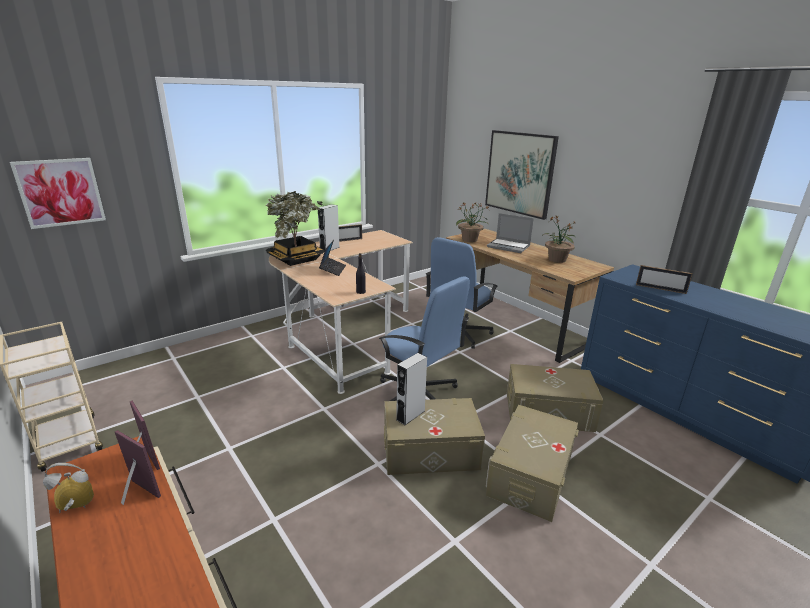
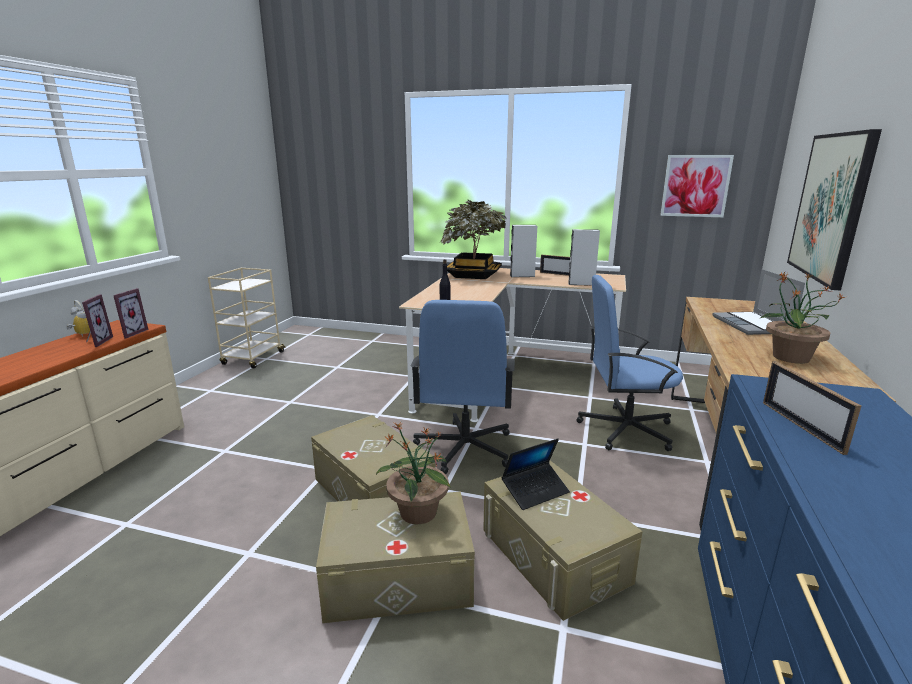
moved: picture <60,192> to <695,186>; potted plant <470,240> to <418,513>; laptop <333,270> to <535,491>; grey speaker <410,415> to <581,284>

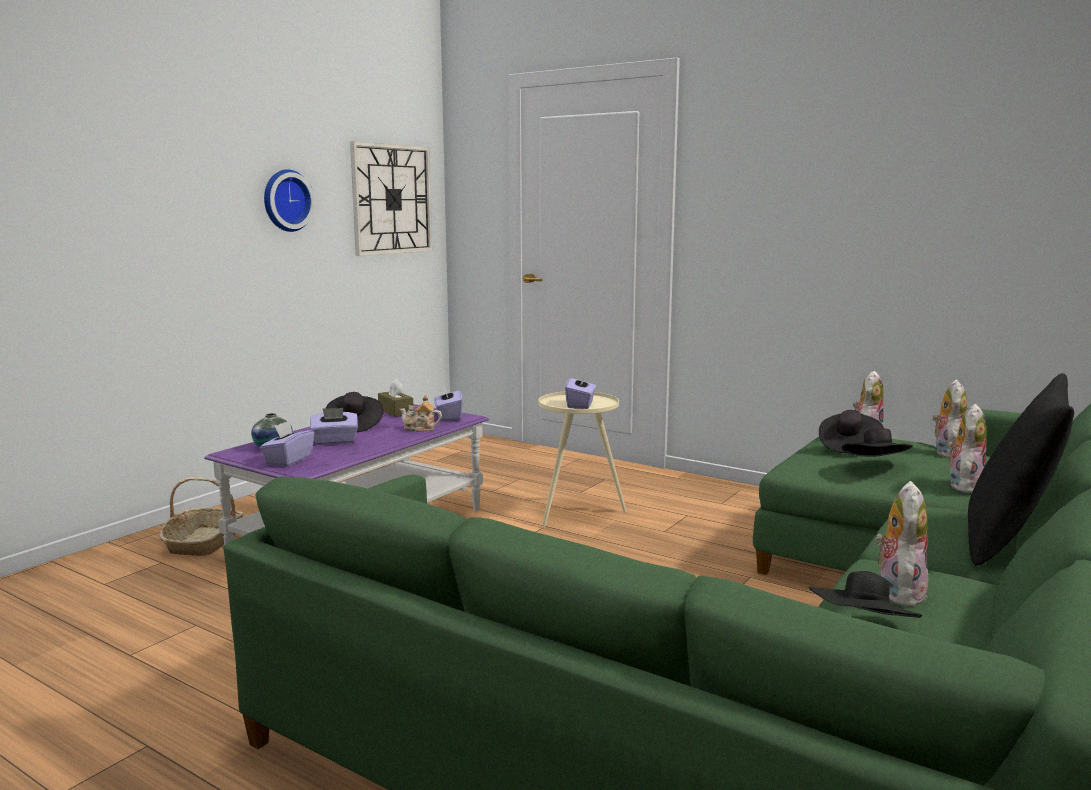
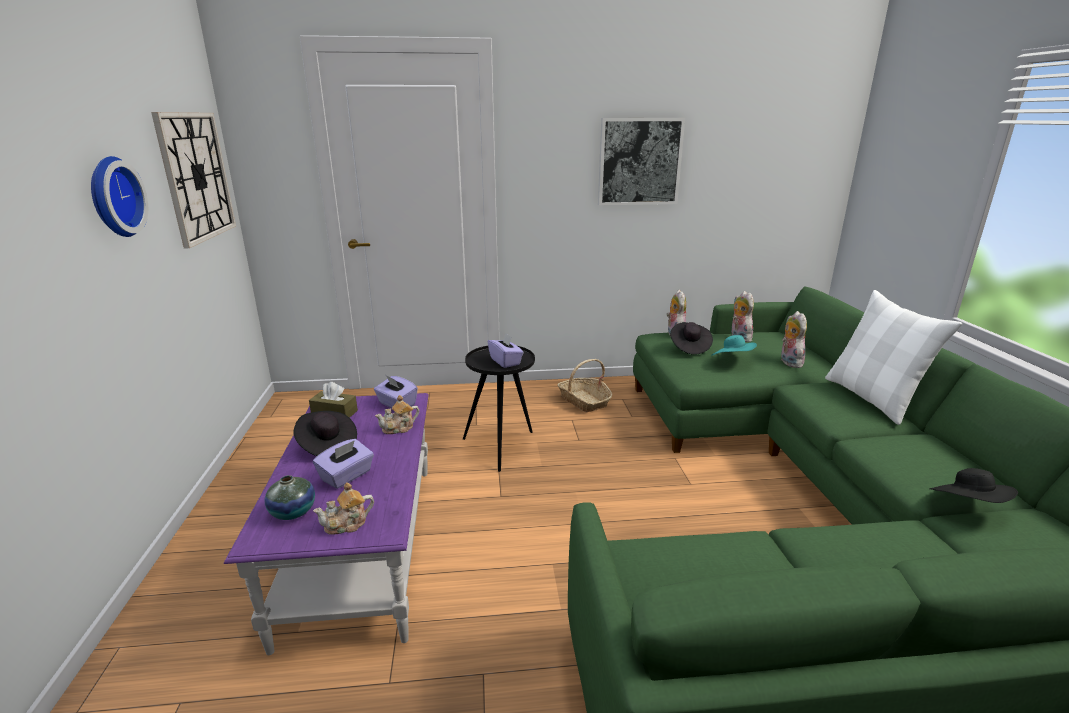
removed: plush toy <898,592>
added: picture <639,162>
moved: basket <204,542> to <584,401>
replaced: purple tissue box <288,461> to teapot <347,524>
recoloured: black pillow <1007,540> to white pillow <872,398>; beige side table <577,513> to black side table <502,446>; black hat <876,465> to turquoise hat <732,360>

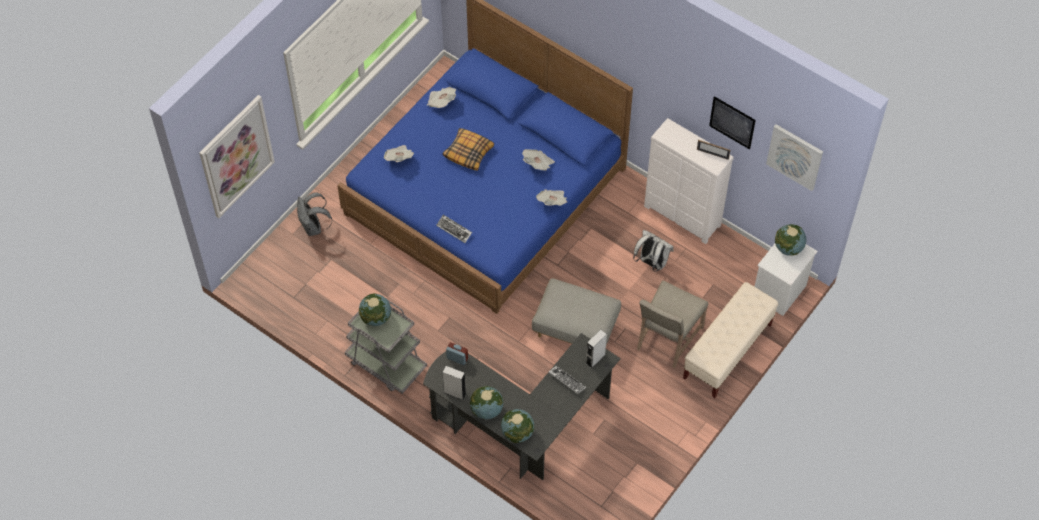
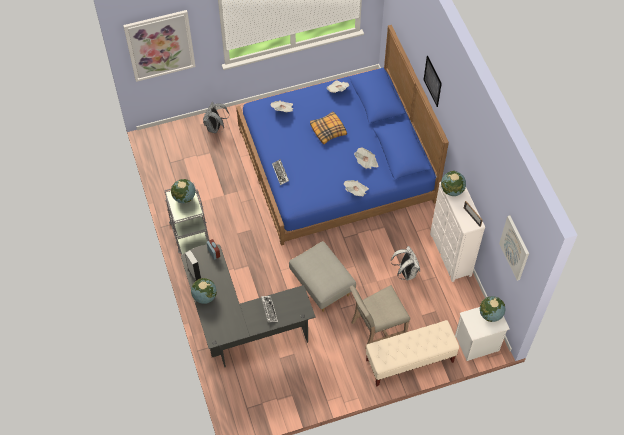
removed: grey speaker <595,359>
moved: picture <732,122> to <432,81>; globe <517,433> to <452,190>

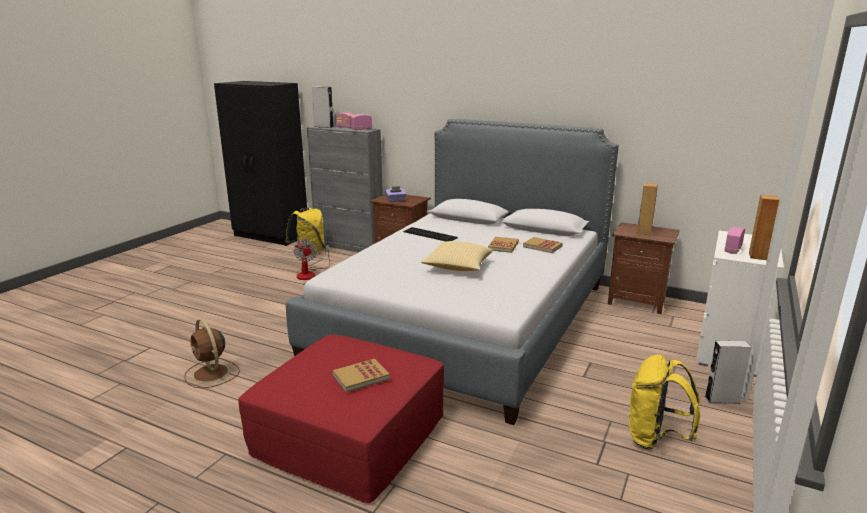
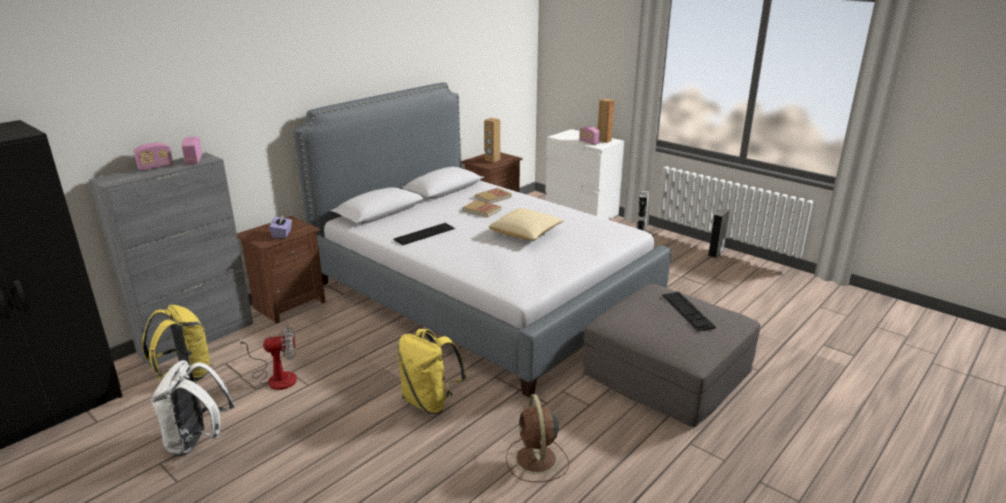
added: white backpack <198,441>
moved: grey speaker <324,126> to <715,253>; yellow backpack <655,439> to <430,402>
replaced: book <360,377> to keyboard <687,311>
recoloured: red ottoman <350,435> to grey ottoman <666,373>
turned: brown fan <211,374> = <536,460> 105 degrees clockwise

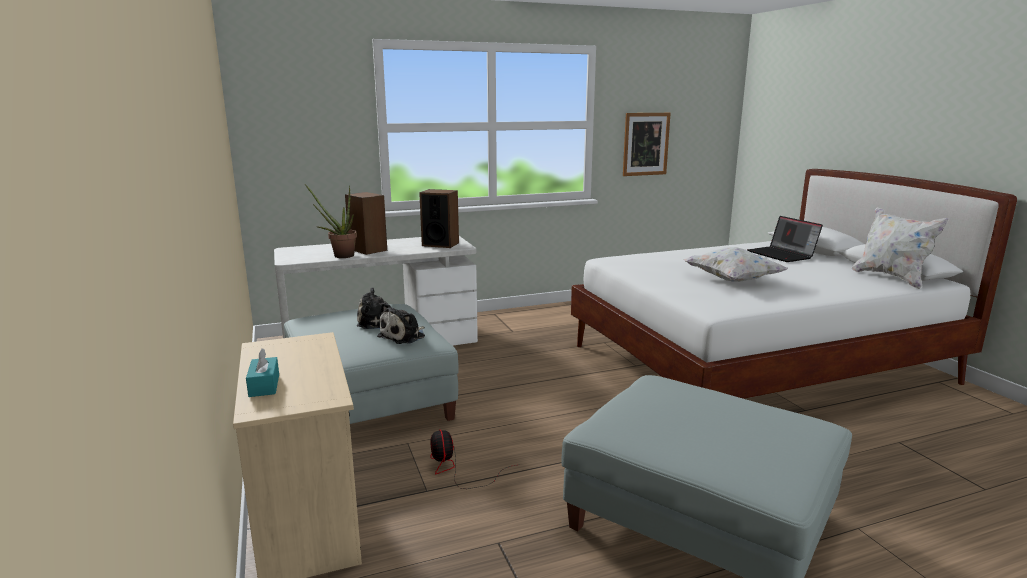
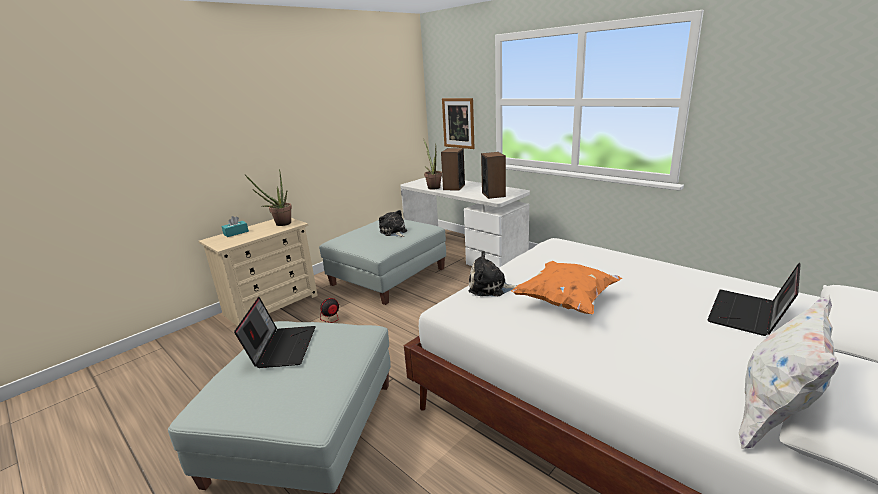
added: potted plant <280,224>; laptop <282,347>
moved: picture <645,144> to <458,123>; plush toy <404,336> to <490,287>
recoloured: white pillow <731,280> to orange pillow <566,301>

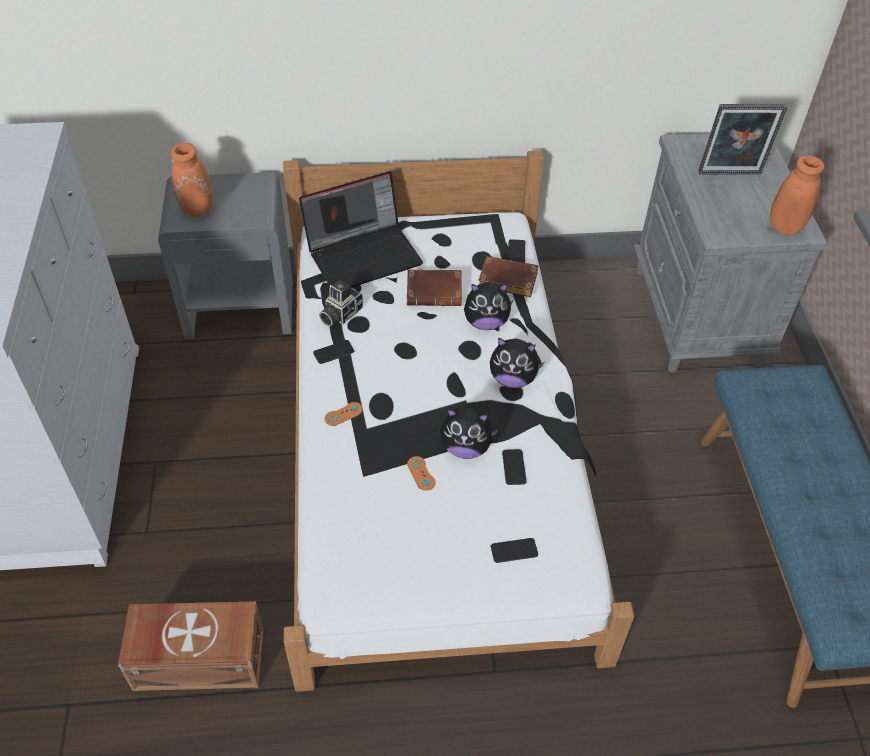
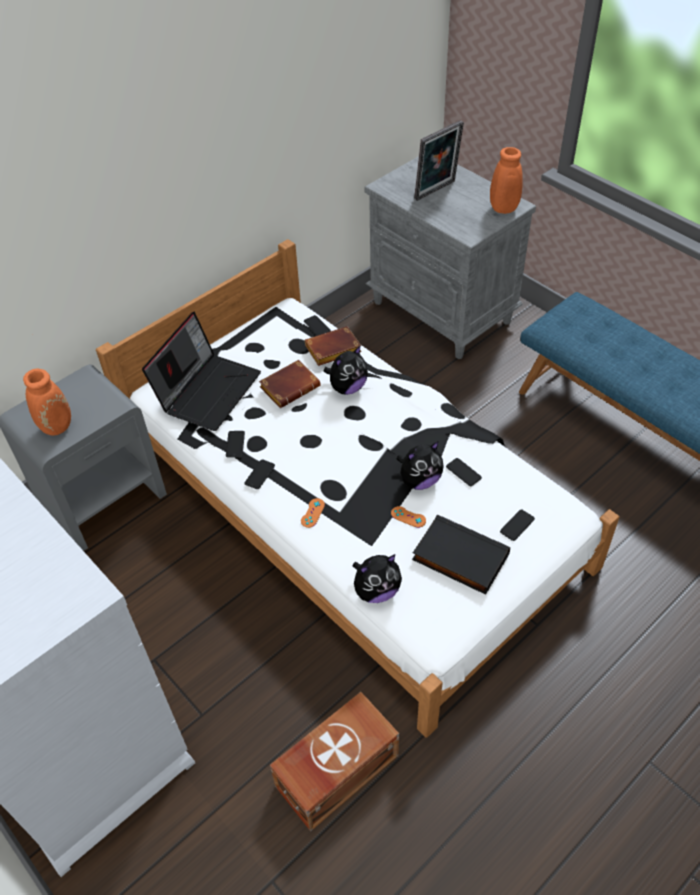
added: black book <459,558>
moved: plush toy <513,379> to <376,591>
replaced: photo camera <340,314> to phone <235,444>

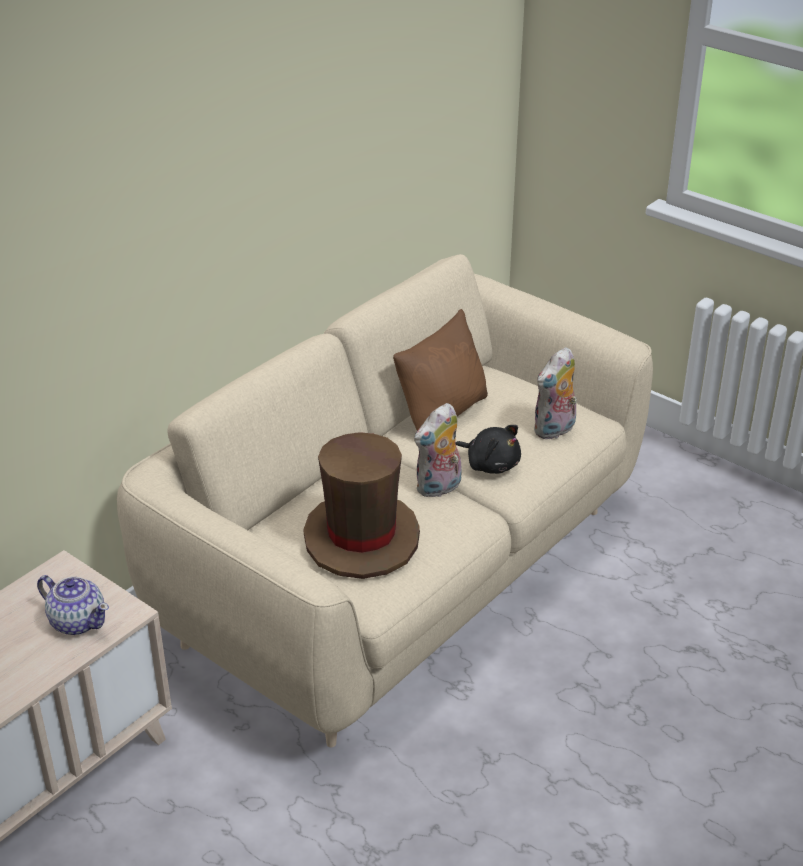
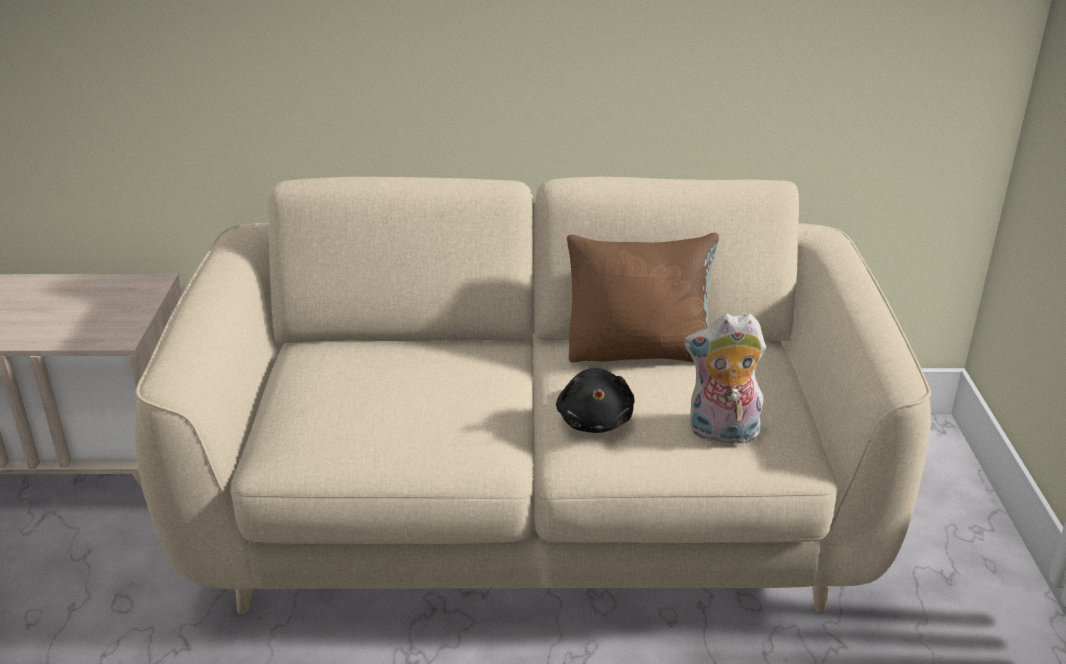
removed: plush toy <439,489>; brown hat <362,538>; teapot <77,621>

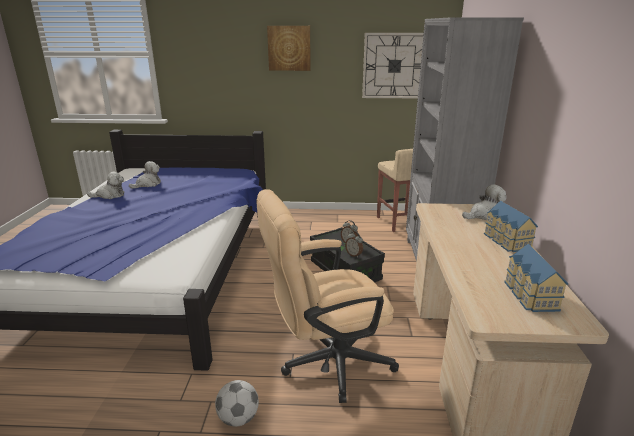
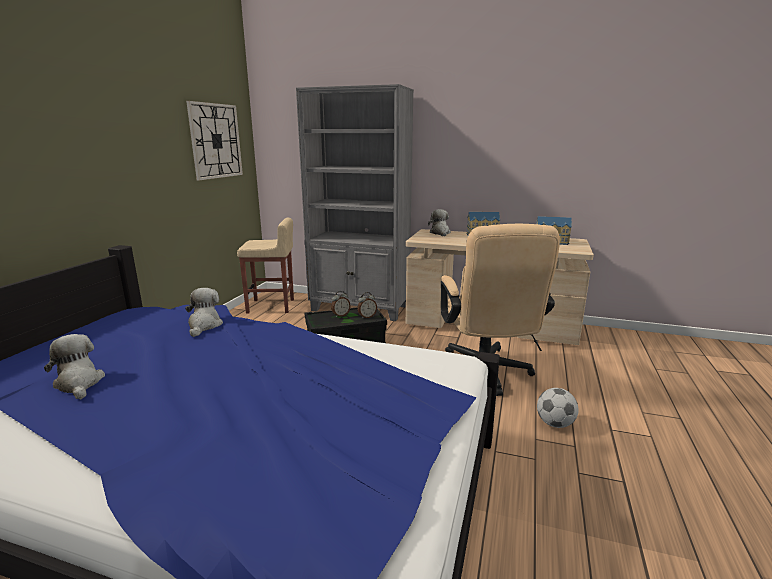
removed: picture <289,48>
moved: plush toy <110,195> to <204,325>

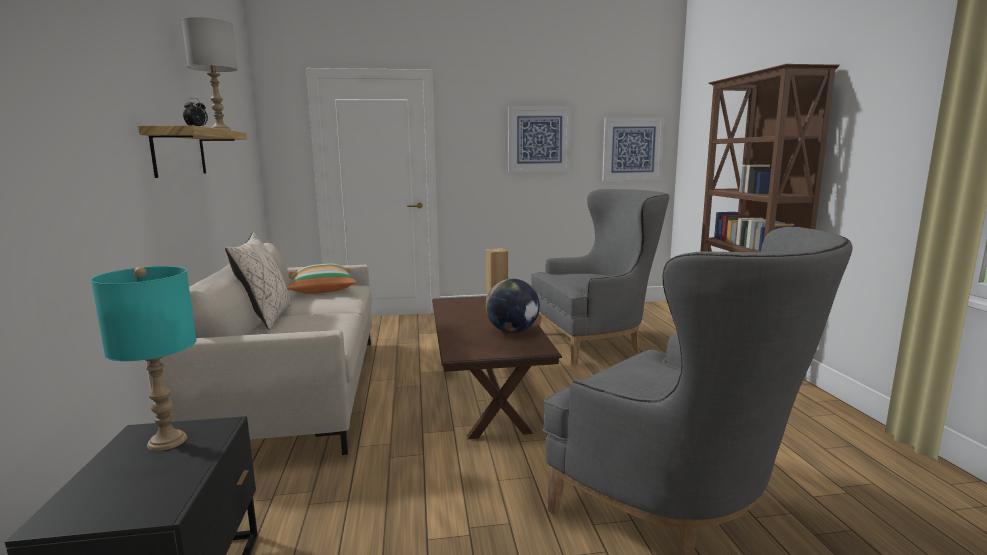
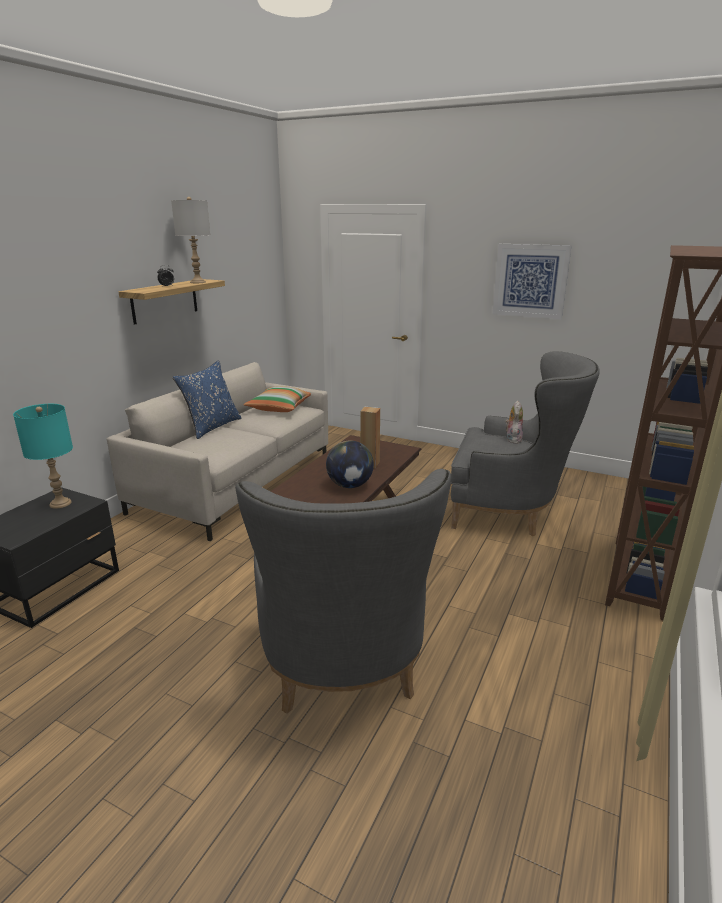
removed: picture <632,149>
added: plush toy <512,439>
recoloured: beige pillow <265,318> to blue pillow <211,427>

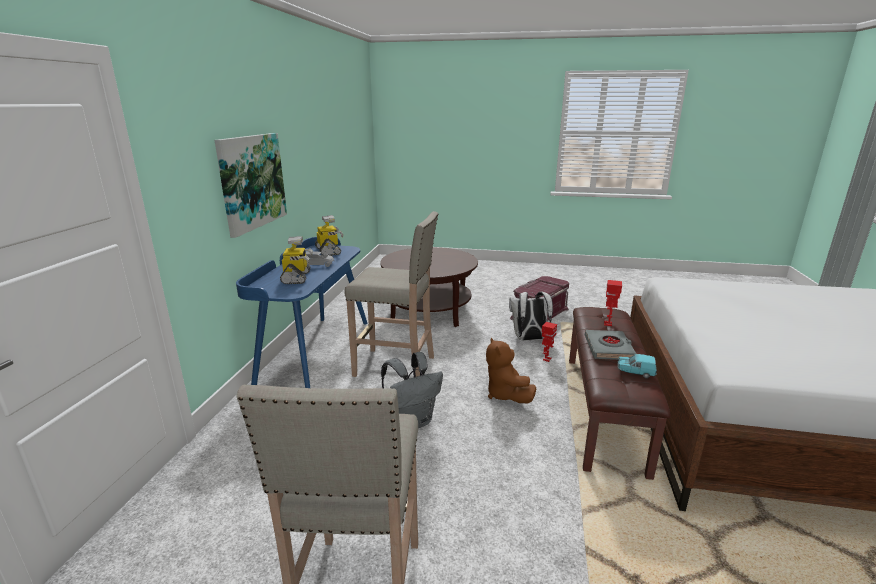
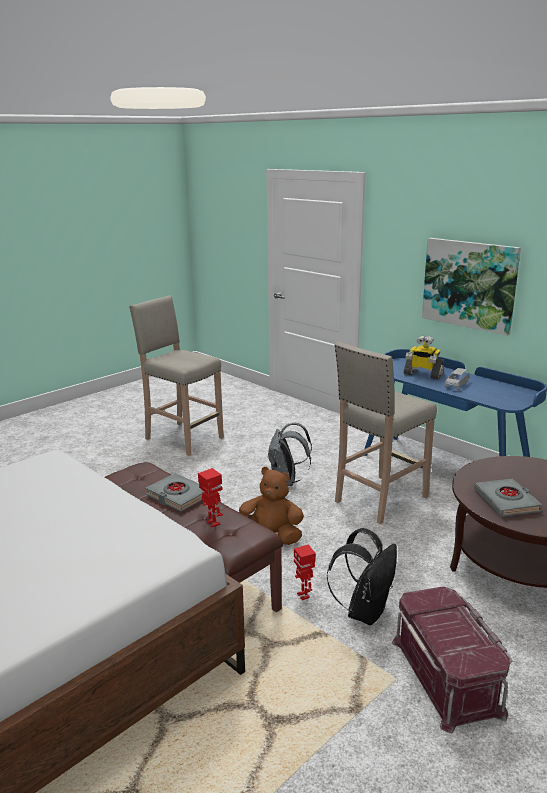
removed: toy robot <329,251>; turquoise toy car <635,372>
added: grey book <506,501>
recoloured: white backpack <529,339> to black backpack <365,611>

